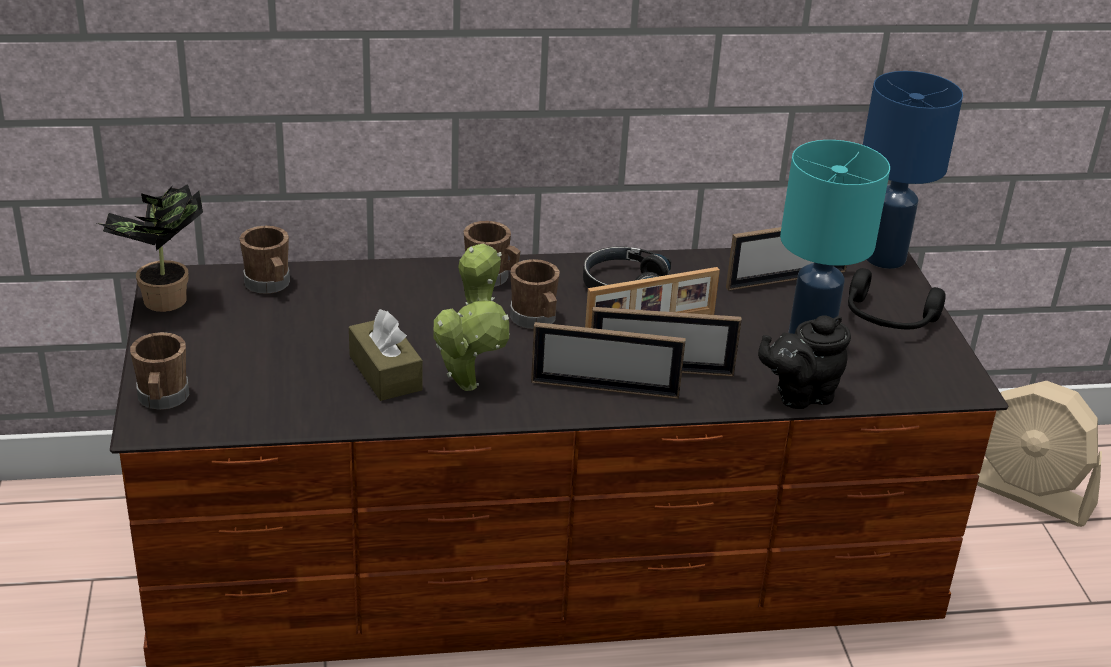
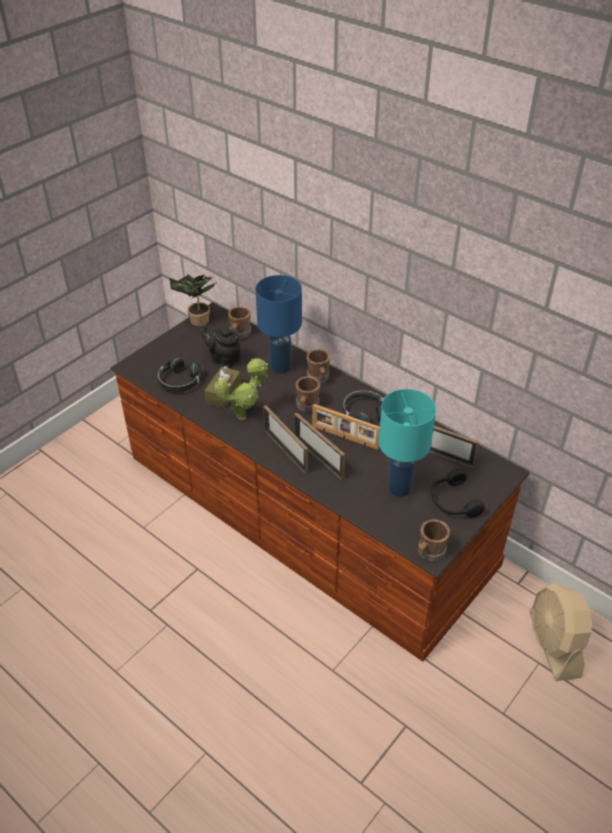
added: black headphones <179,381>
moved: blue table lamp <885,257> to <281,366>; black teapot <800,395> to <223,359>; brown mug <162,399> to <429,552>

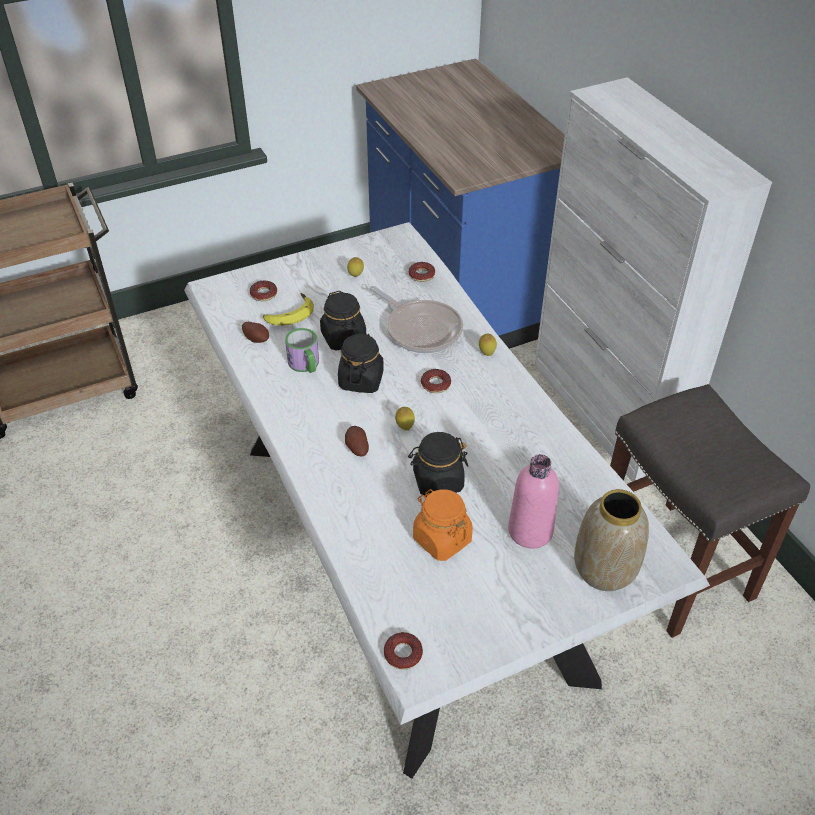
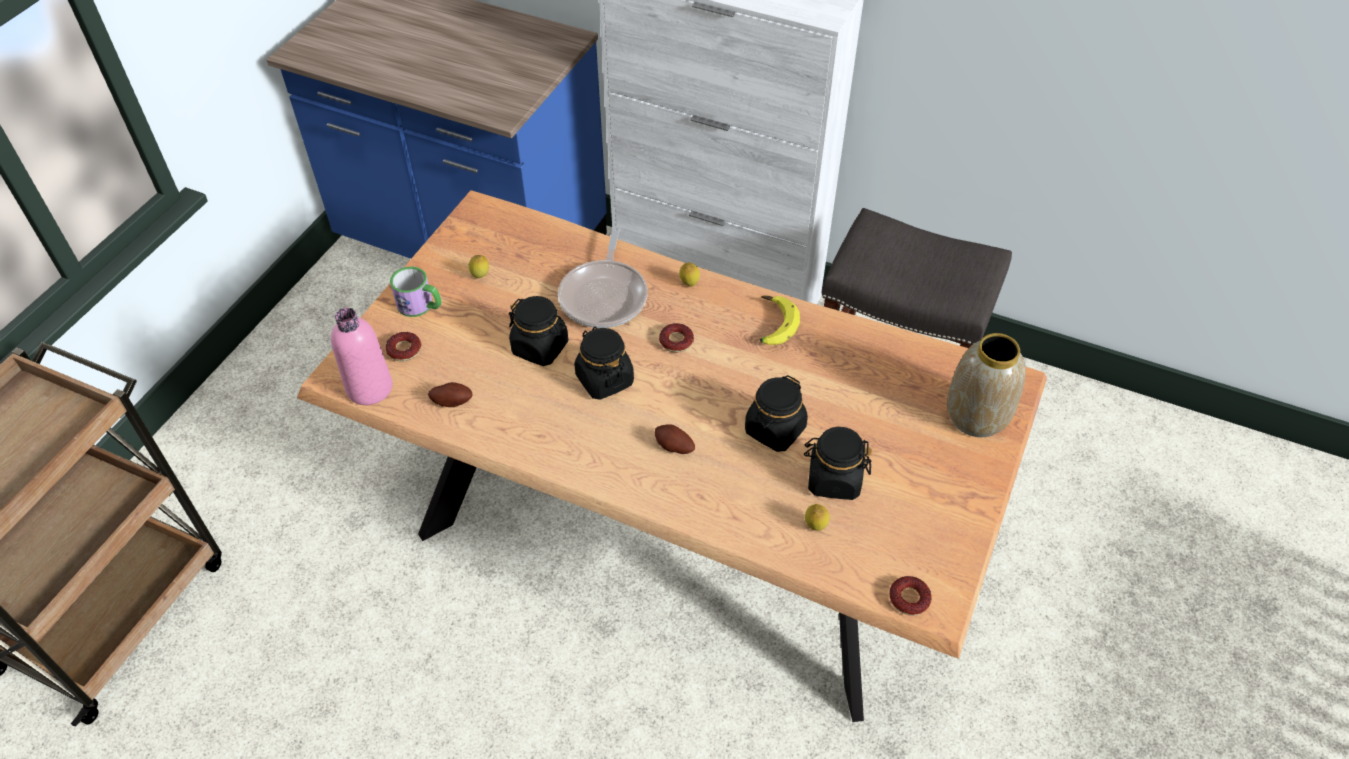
removed: donut <421,275>
moved: banana <288,314> to <772,325>; mug <305,365> to <420,306>; lemon <405,427> to <815,527>; pink bottle <530,531> to <369,388>
recoloured: white dining table <407,556> to brown dining table <674,534>; orange jar <441,539> to black jar <833,479>
turned: frying pan <421,329> = <605,295> 90 degrees clockwise

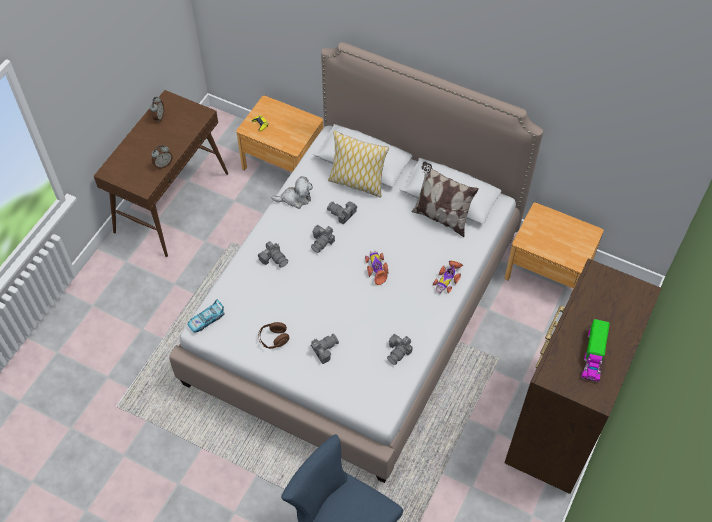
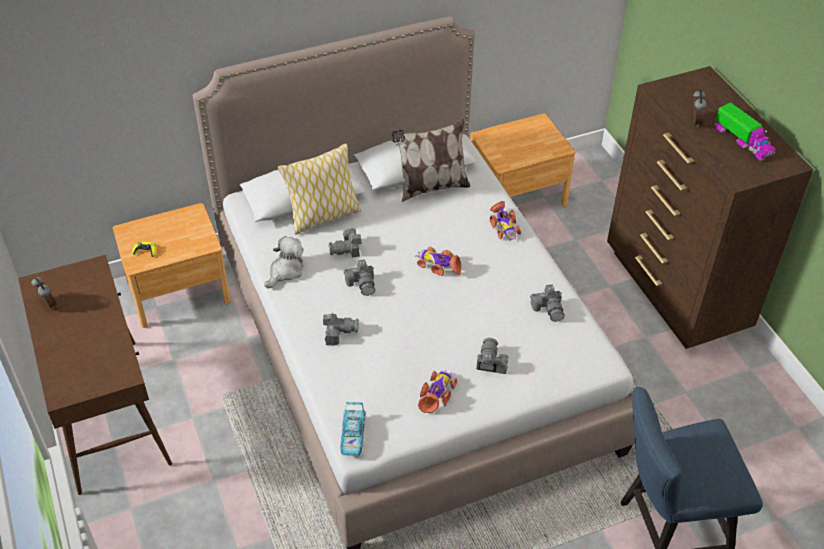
moved: alarm clock <163,164> to <694,121>
replaced: brown headphones <274,339> to toy car <437,394>

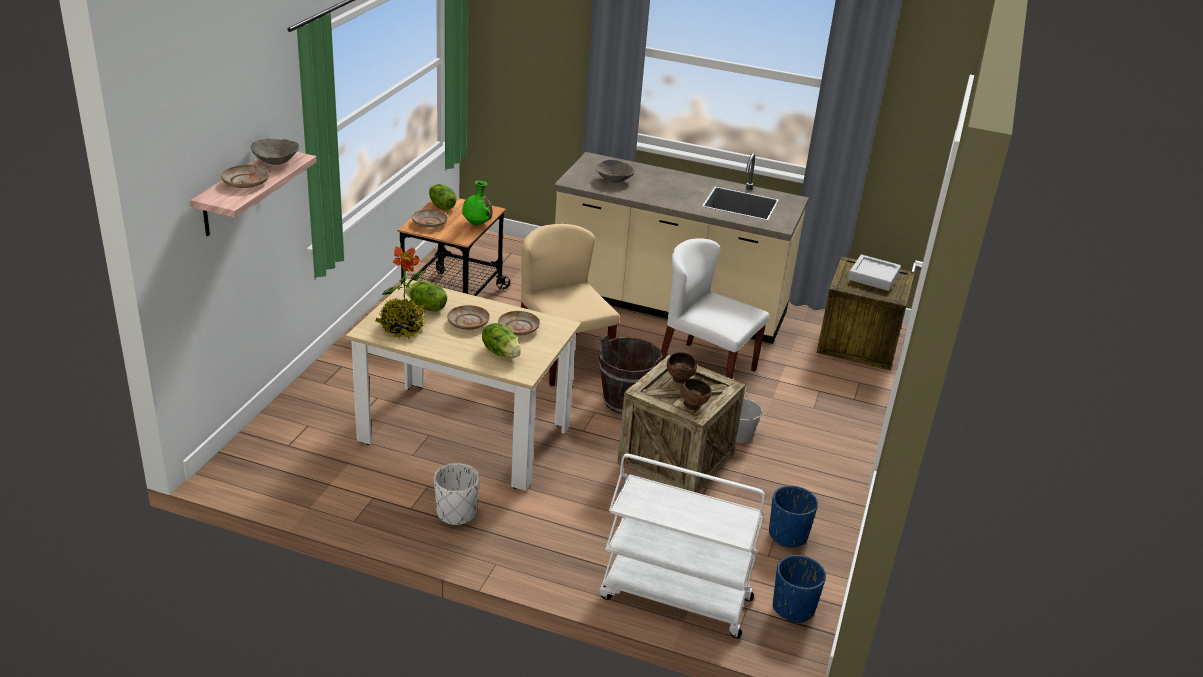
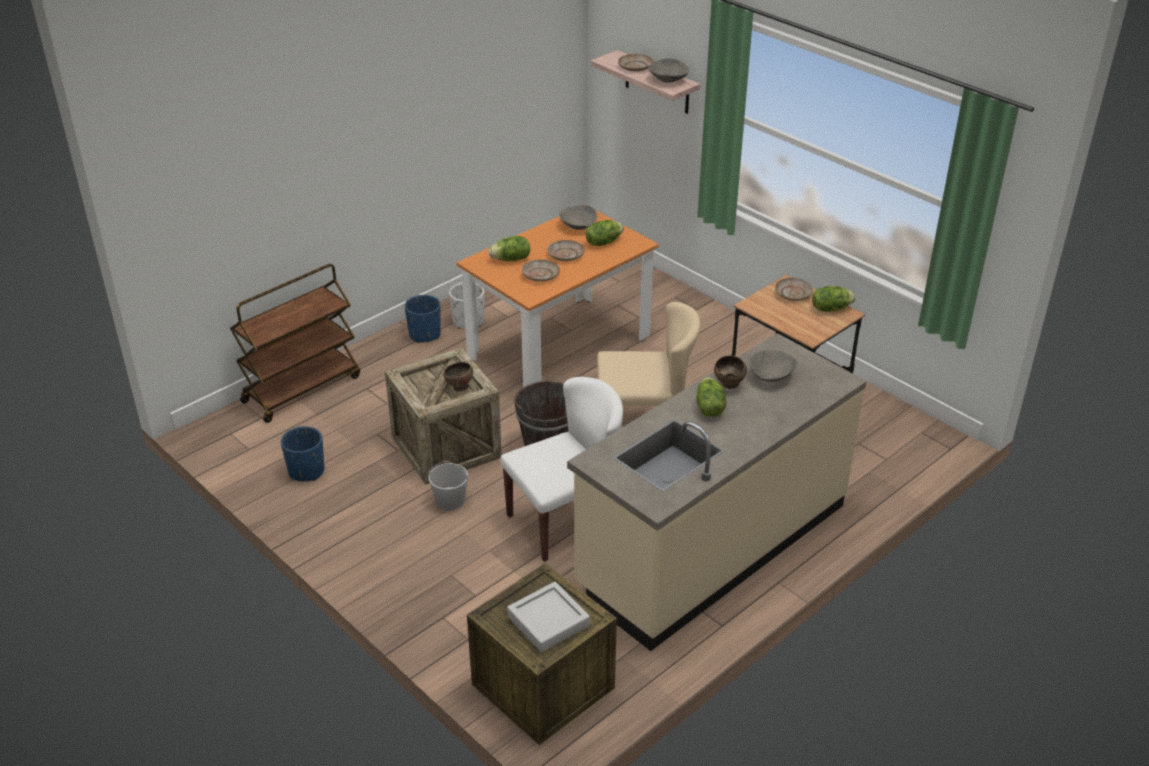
removed: green vase <477,224>
added: lettuce <709,408>
moved: brown bowl <693,406> to <729,385>; blue planter <793,608> to <425,335>
replaced: potted plant <401,328> to grey bowl <578,226>
recoloured: beige dining table <465,434> to orange dining table <559,346>; white cart <674,598> to brown cart <302,388>

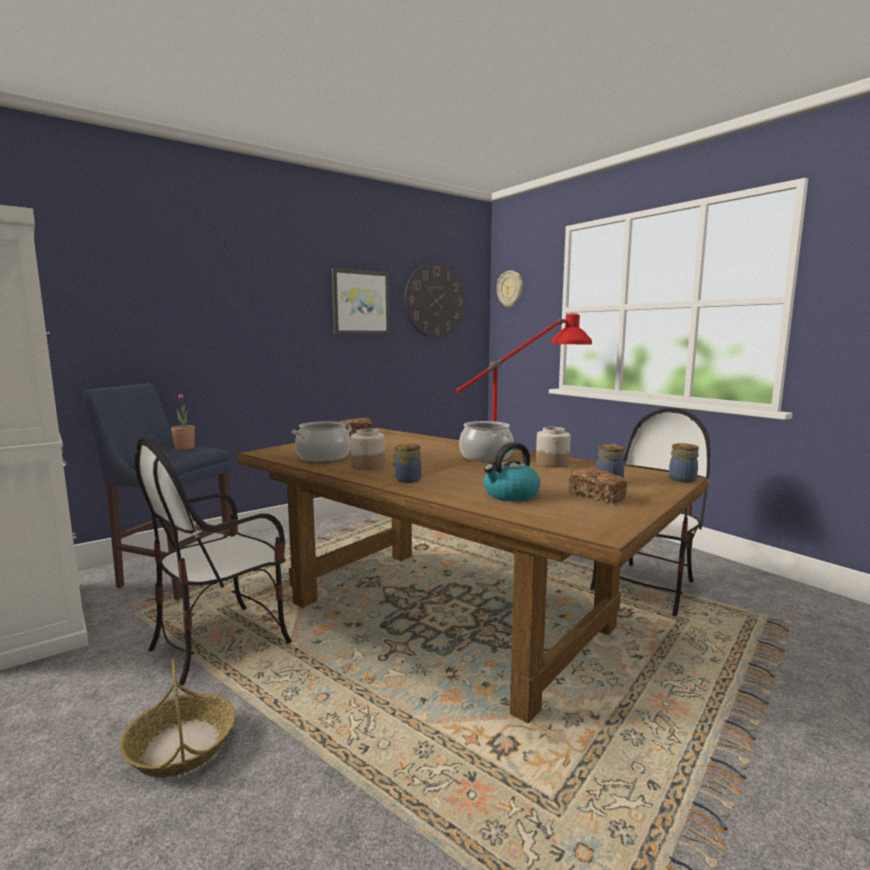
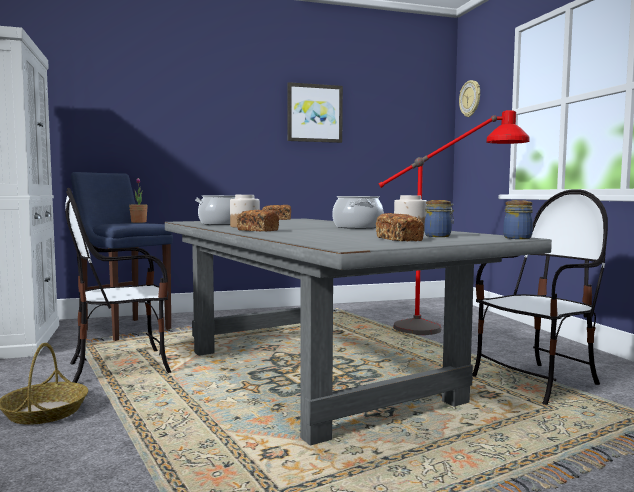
removed: wall clock <434,300>; kettle <510,495>
replaced: jar <407,480> to bread <257,230>
recoloured: brown dining table <447,615> to grey dining table <313,374>

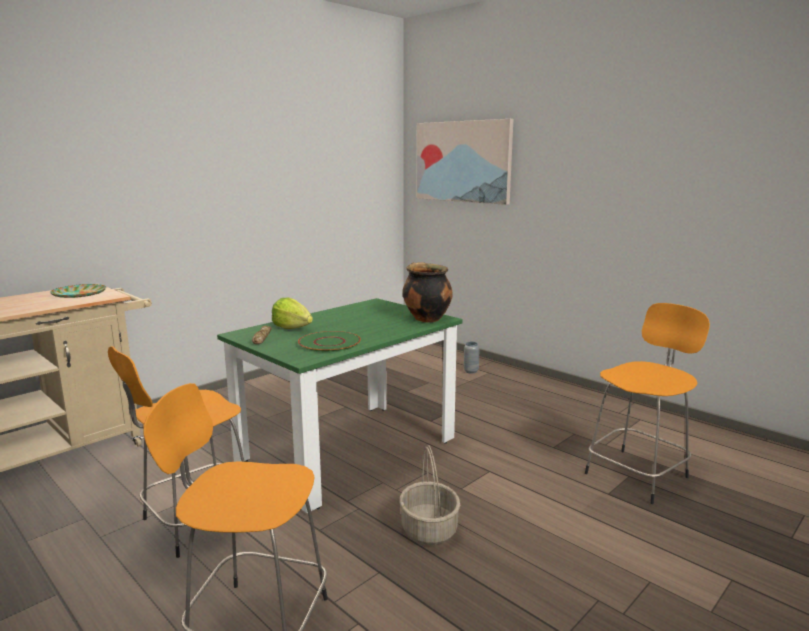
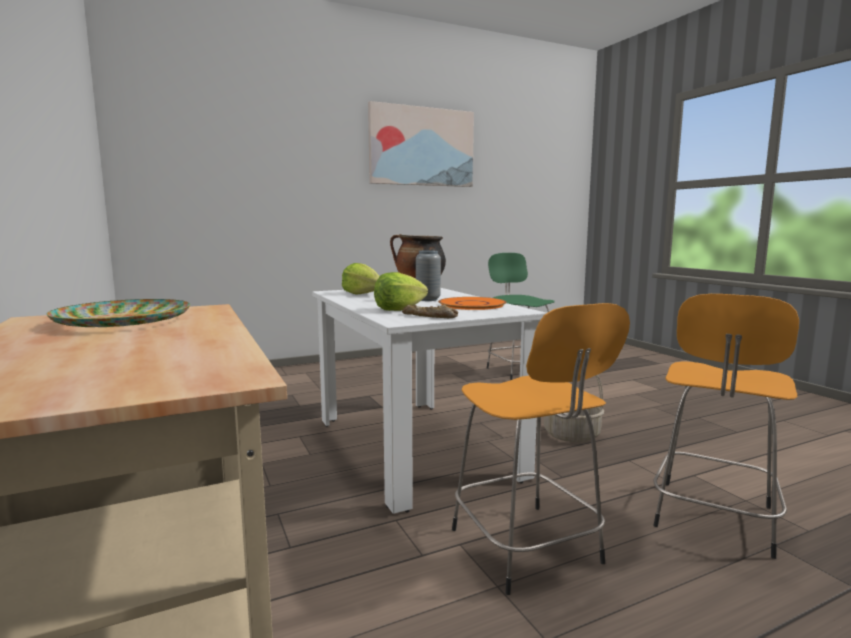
added: lettuce <362,294>
moved: picture <463,161> to <421,147>; grey vase <471,371> to <428,299>
recoloured: green dining table <348,451> to white dining table <414,447>; orange stool <638,474> to green stool <518,371>; green plate <330,343> to orange plate <471,304>

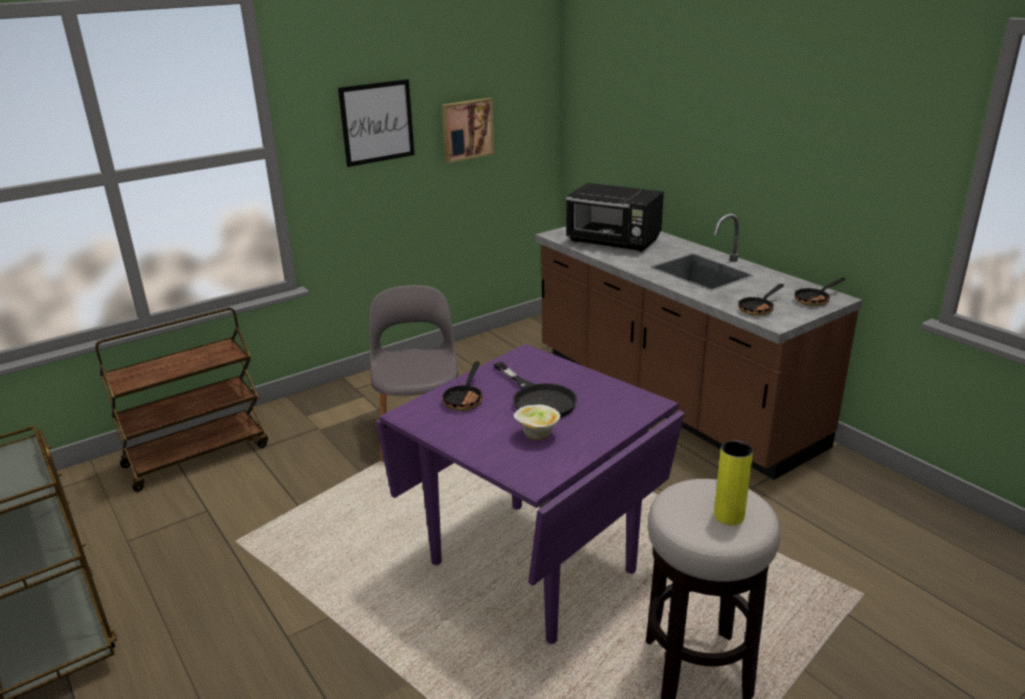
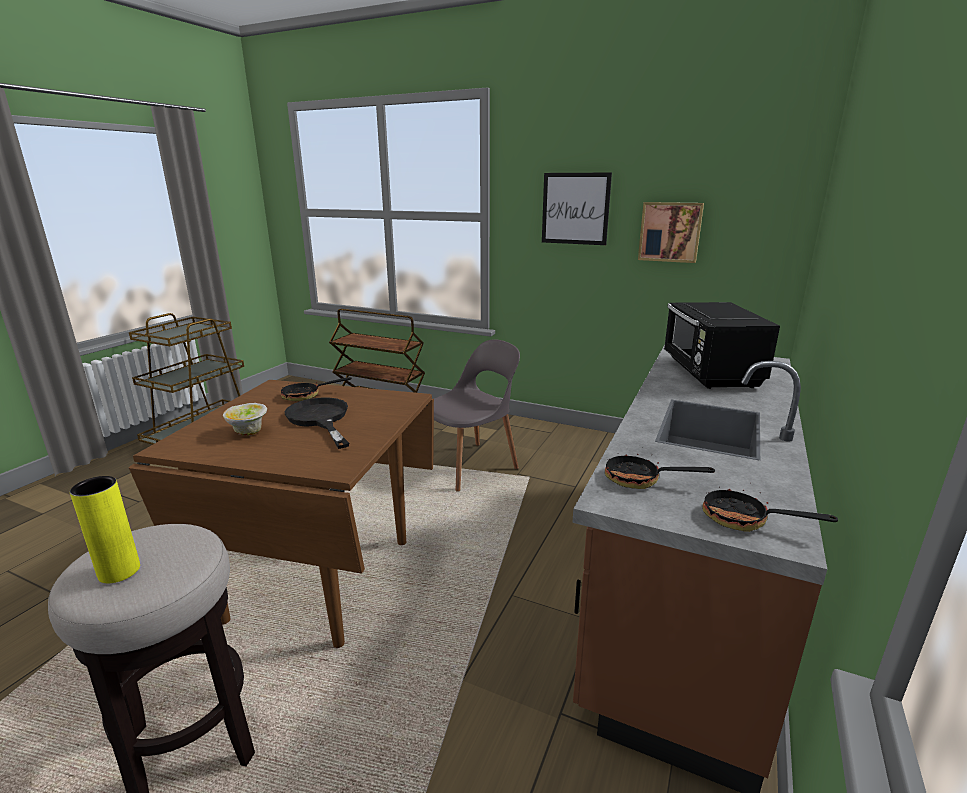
recoloured: purple dining table <533,565> to brown dining table <323,578>
turned: black frying pan <538,399> = <320,419> 120 degrees clockwise

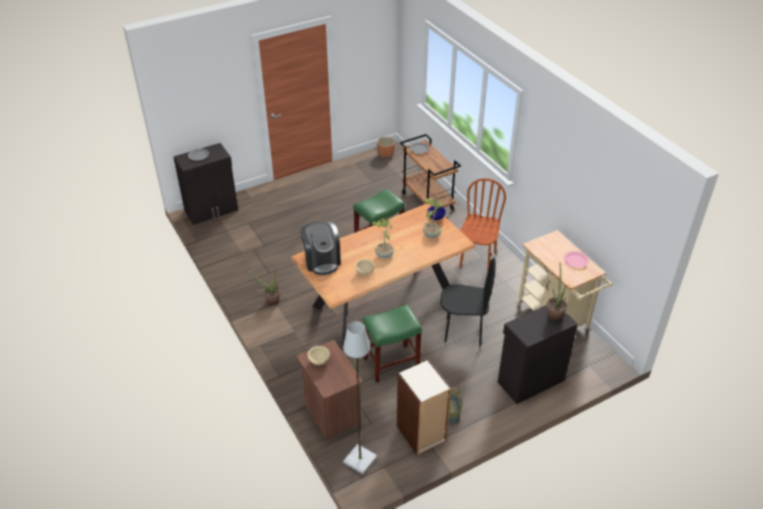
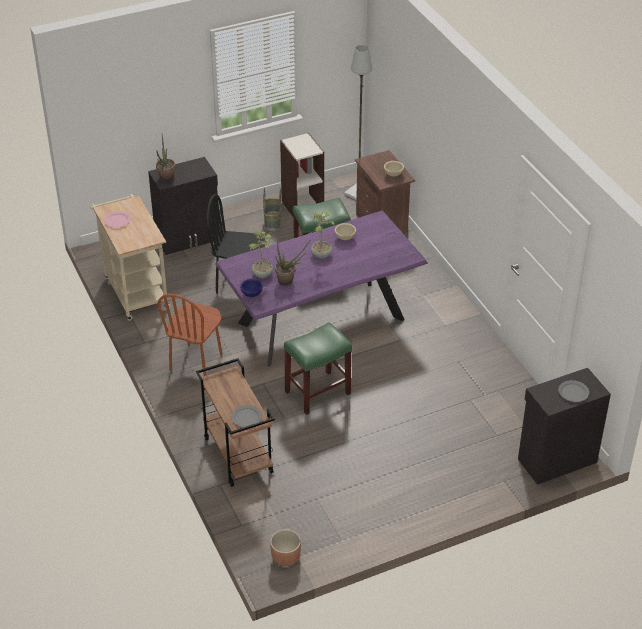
removed: coffee machine <322,261>
moved: potted plant <270,301> to <289,281>
recoloured: brown dining table <383,300> to purple dining table <321,321>

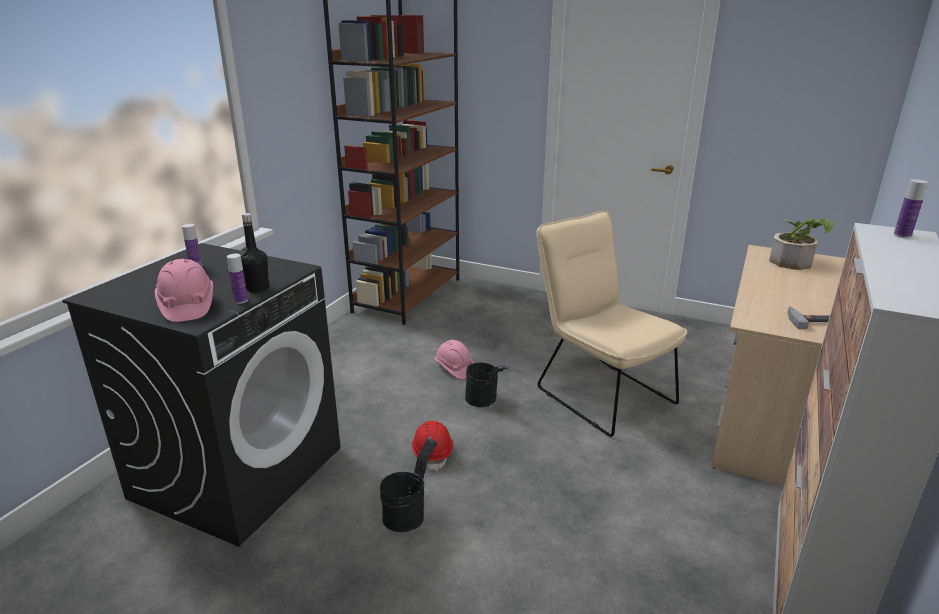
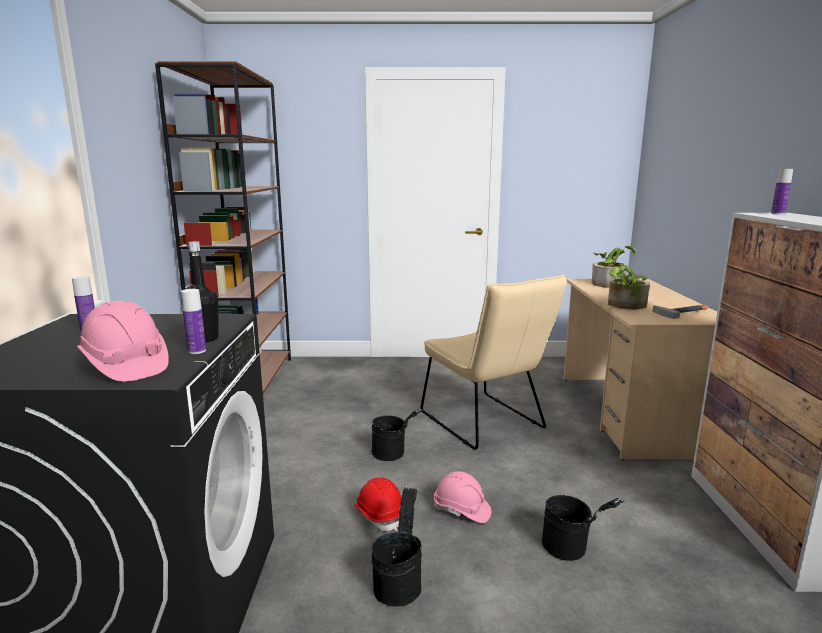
added: potted plant <623,305>; black bucket <572,550>
moved: pink hard hat <454,368> to <461,510>
turned: beige chair <599,391> = <486,423> 150 degrees counterclockwise

